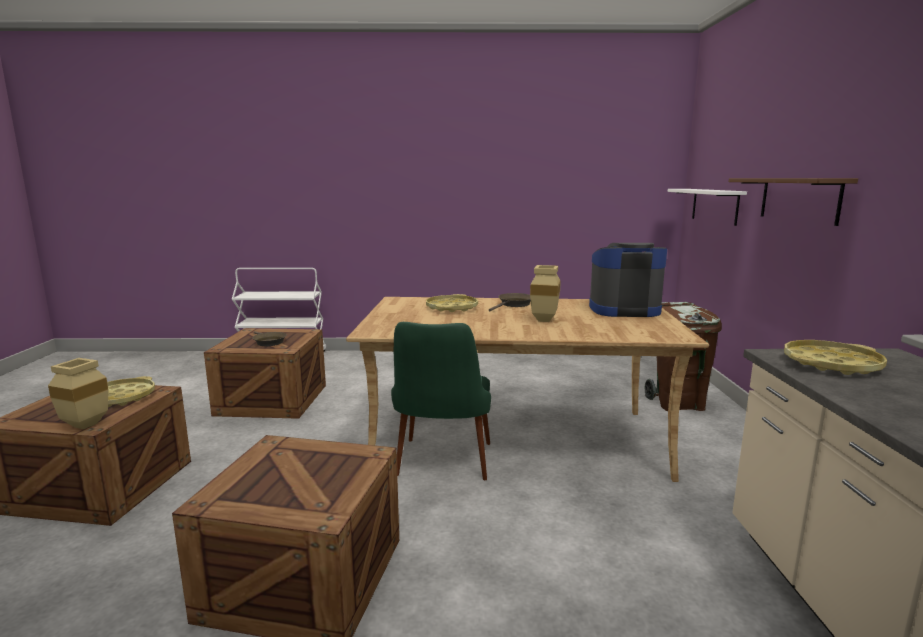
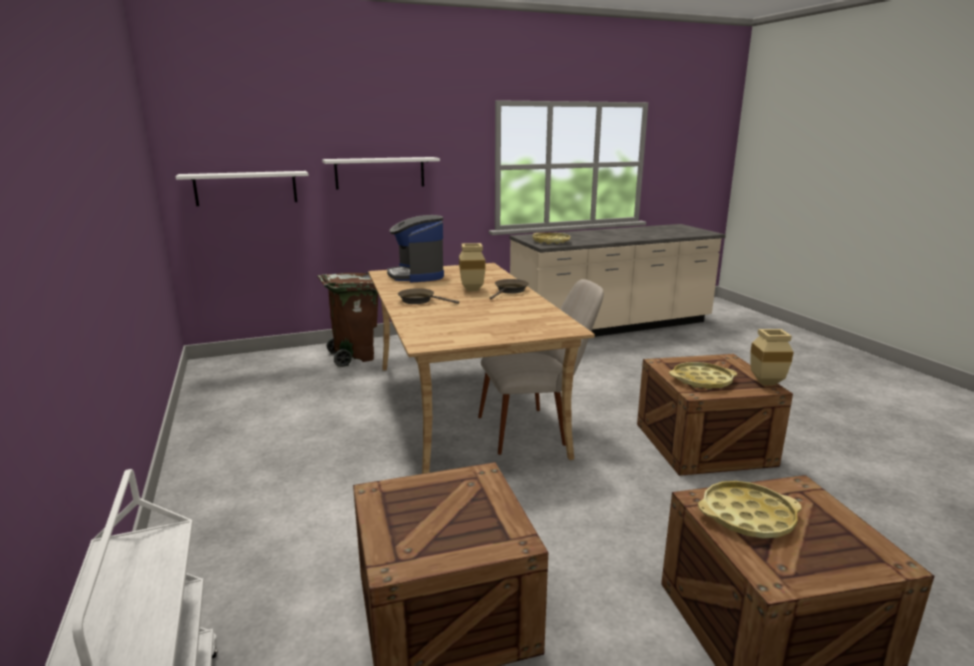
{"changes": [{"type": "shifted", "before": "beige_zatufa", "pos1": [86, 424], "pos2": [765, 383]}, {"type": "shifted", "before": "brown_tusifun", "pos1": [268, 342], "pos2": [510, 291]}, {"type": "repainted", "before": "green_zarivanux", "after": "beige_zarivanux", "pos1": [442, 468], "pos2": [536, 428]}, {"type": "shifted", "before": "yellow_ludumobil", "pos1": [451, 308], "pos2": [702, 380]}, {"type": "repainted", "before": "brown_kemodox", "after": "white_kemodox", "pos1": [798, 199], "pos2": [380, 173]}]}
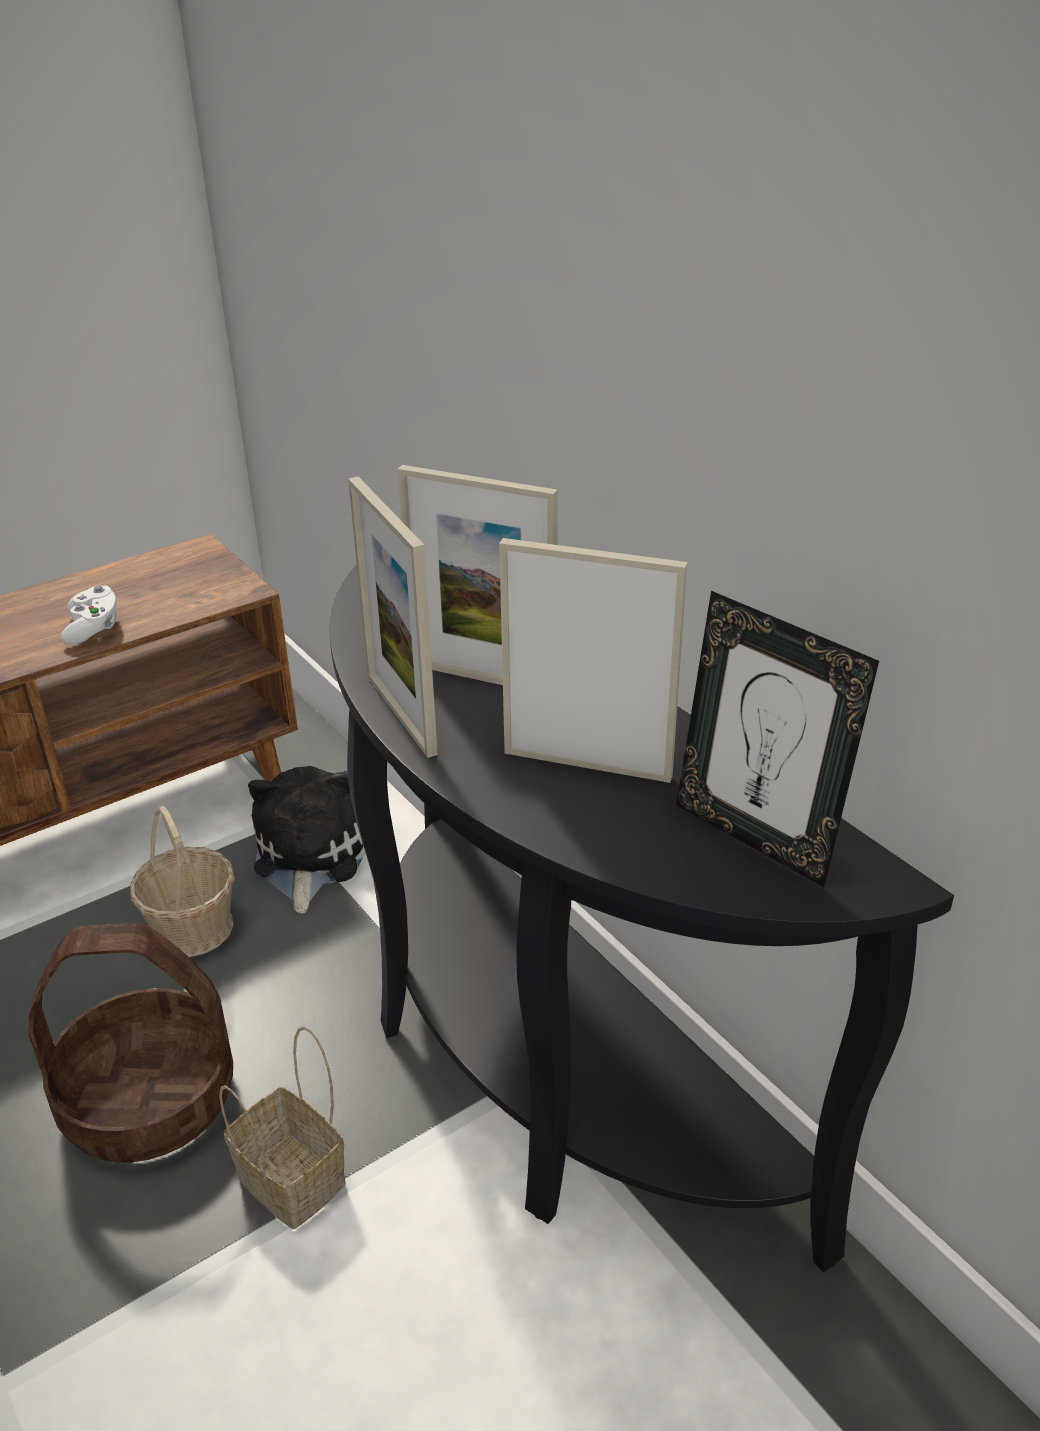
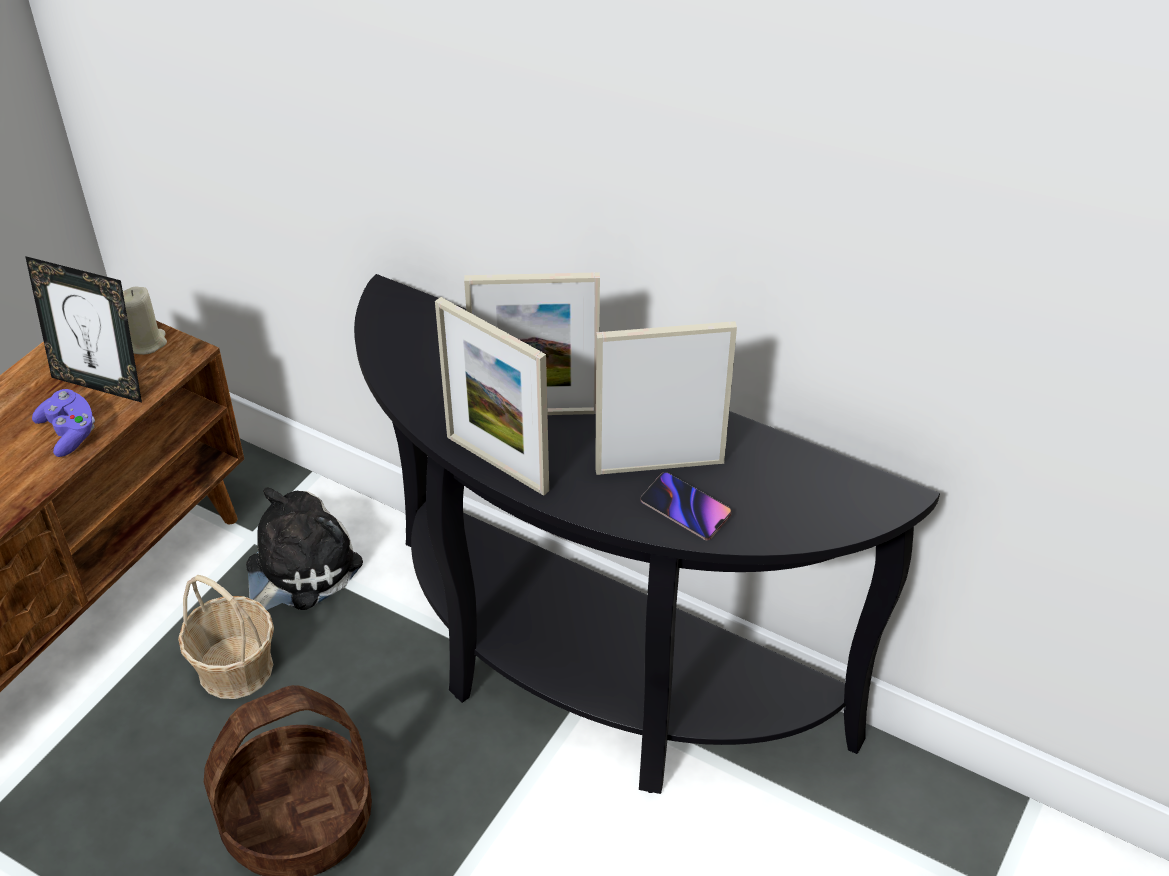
{"changes": [{"type": "repainted", "before": "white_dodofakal", "after": "purple_dodofakal", "pos1": [93, 628], "pos2": [69, 433]}, {"type": "gone", "before": "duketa", "pos1": [295, 1181]}, {"type": "rotated", "before": "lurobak", "pos1": [309, 856], "pos2": [297, 570], "turn": 60}, {"type": "shifted", "before": "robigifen", "pos1": [756, 837], "pos2": [101, 384]}, {"type": "new", "after": "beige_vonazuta", "pos2": [146, 343]}, {"type": "new", "after": "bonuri", "pos2": [685, 509]}]}
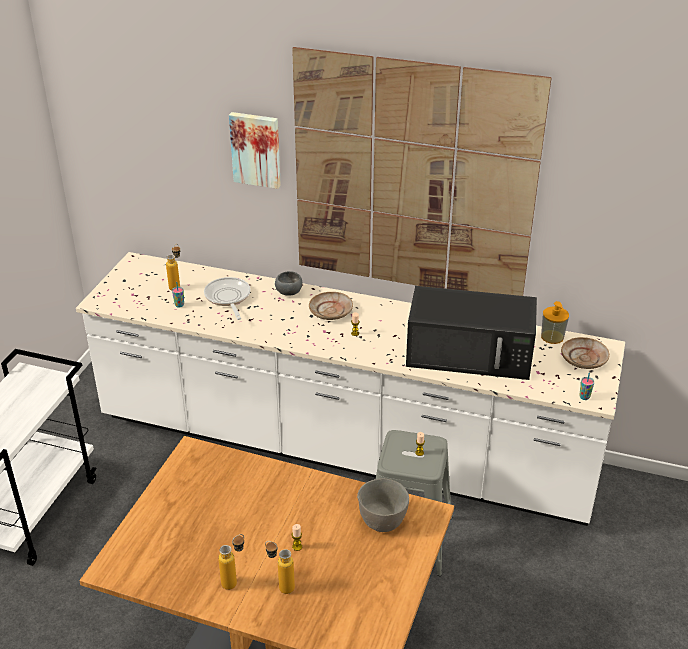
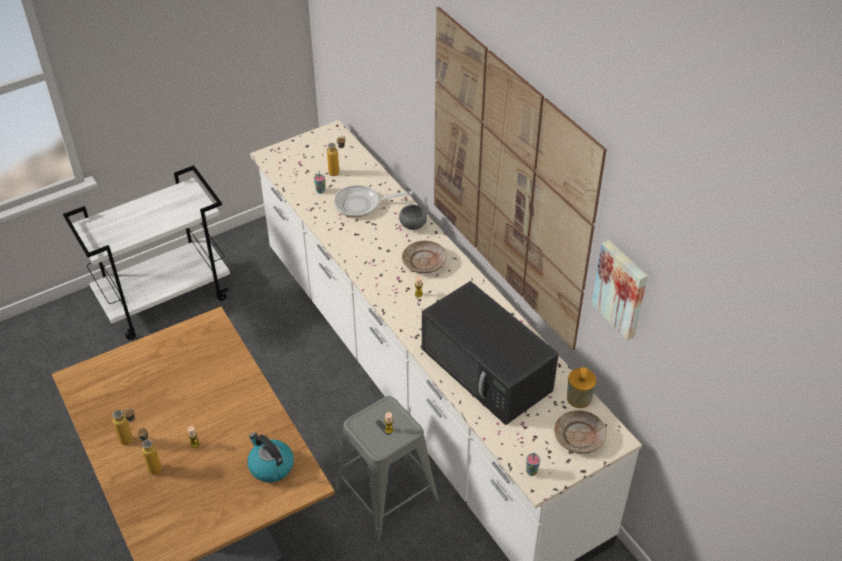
{"changes": [{"type": "rotated", "before": "tusifun", "pos1": [228, 298], "pos2": [361, 204], "turn": -120}, {"type": "shifted", "before": "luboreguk", "pos1": [256, 149], "pos2": [621, 289]}, {"type": "swapped", "before": "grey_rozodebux", "after": "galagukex", "pos1": [383, 521], "pos2": [270, 466]}]}
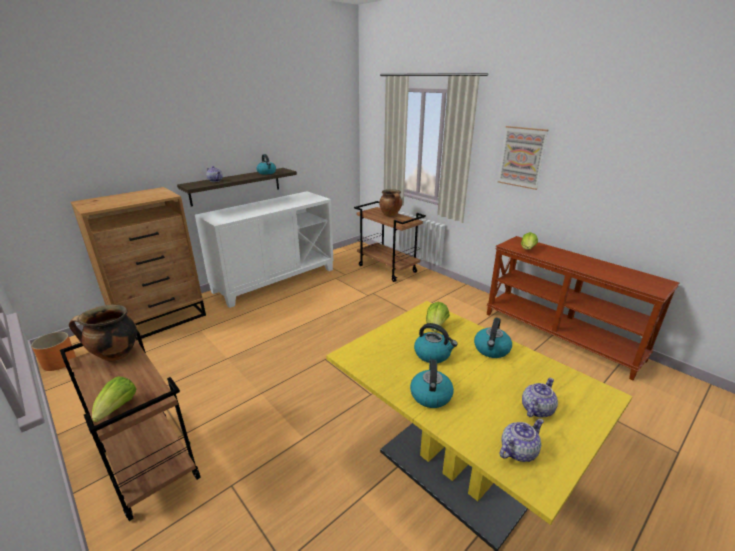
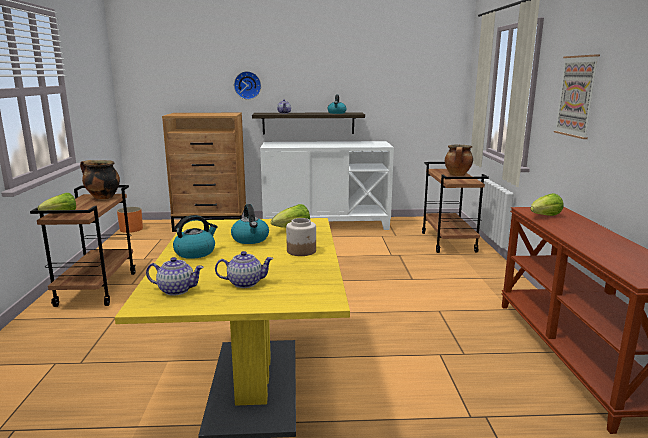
{"changes": [{"type": "swapped", "before": "galagukex", "after": "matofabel", "pos1": [491, 350], "pos2": [301, 251]}, {"type": "new", "after": "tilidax", "pos2": [247, 85]}]}
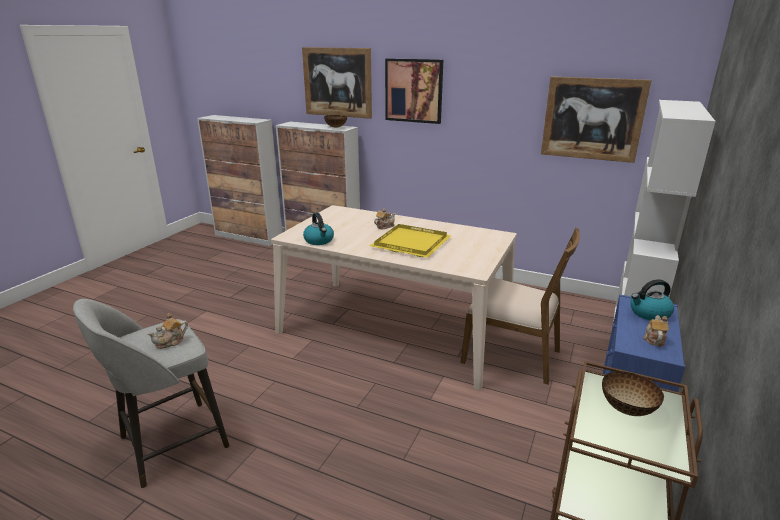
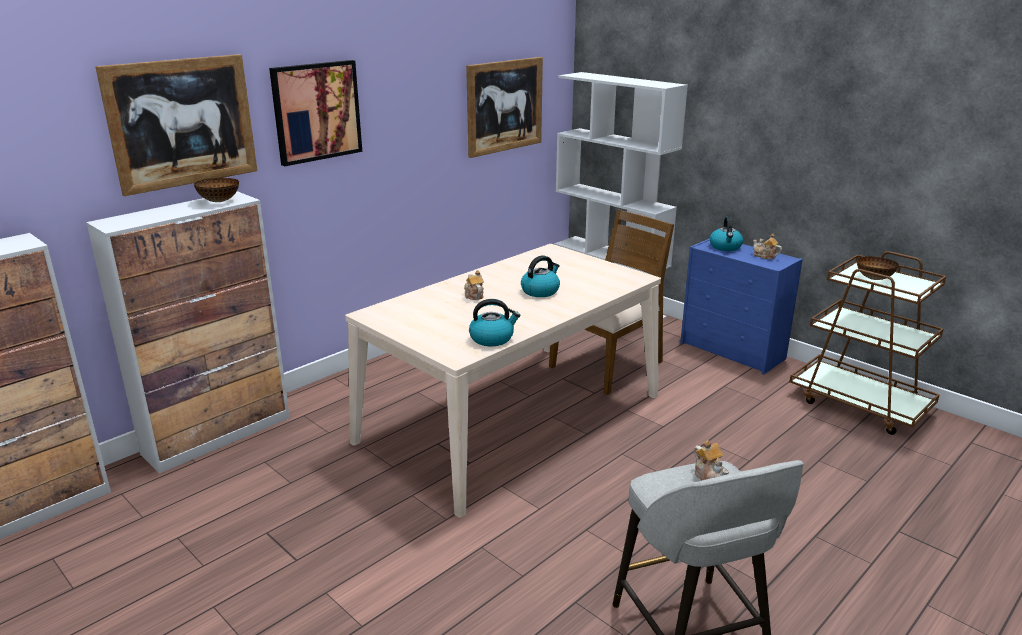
{"changes": [{"type": "swapped", "before": "yellow_ludumobil", "after": "galagukex", "pos1": [410, 242], "pos2": [540, 291]}]}
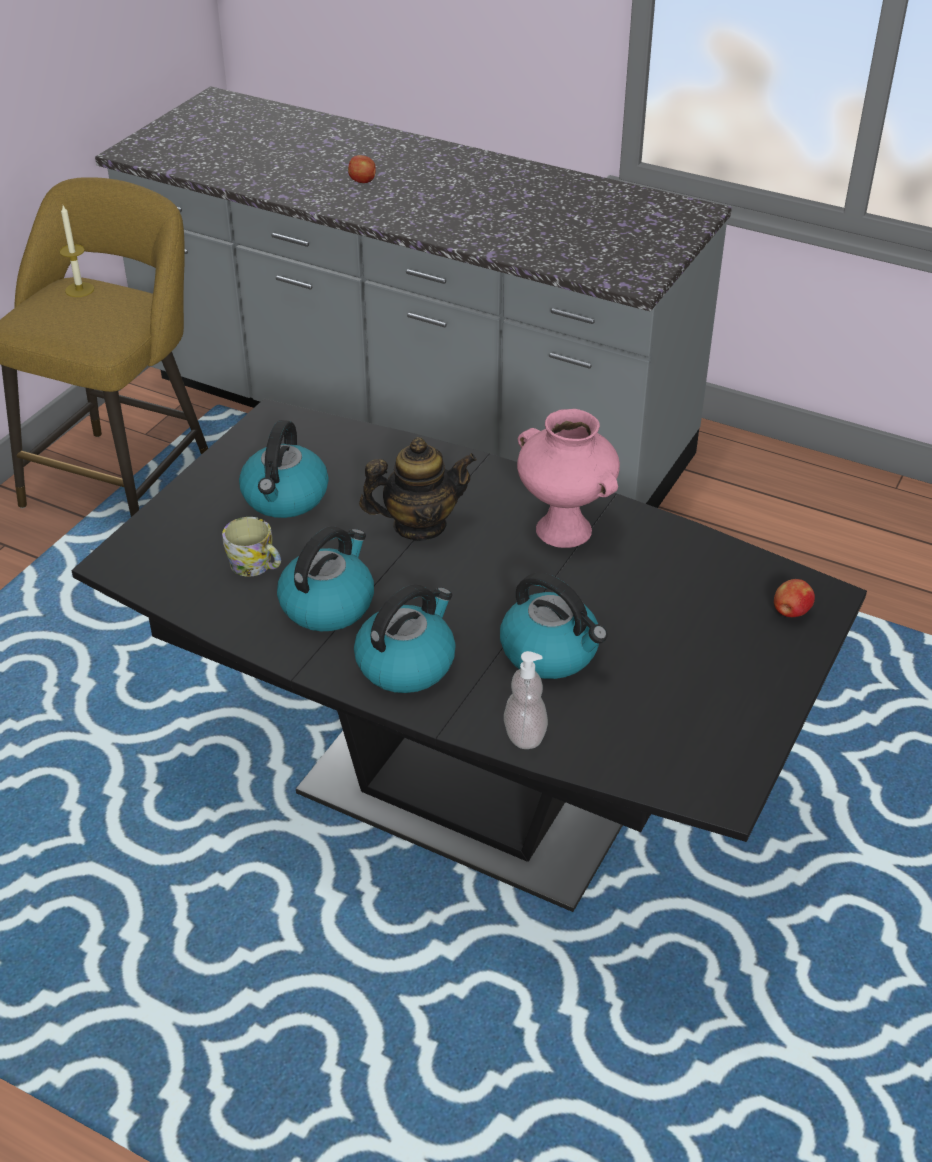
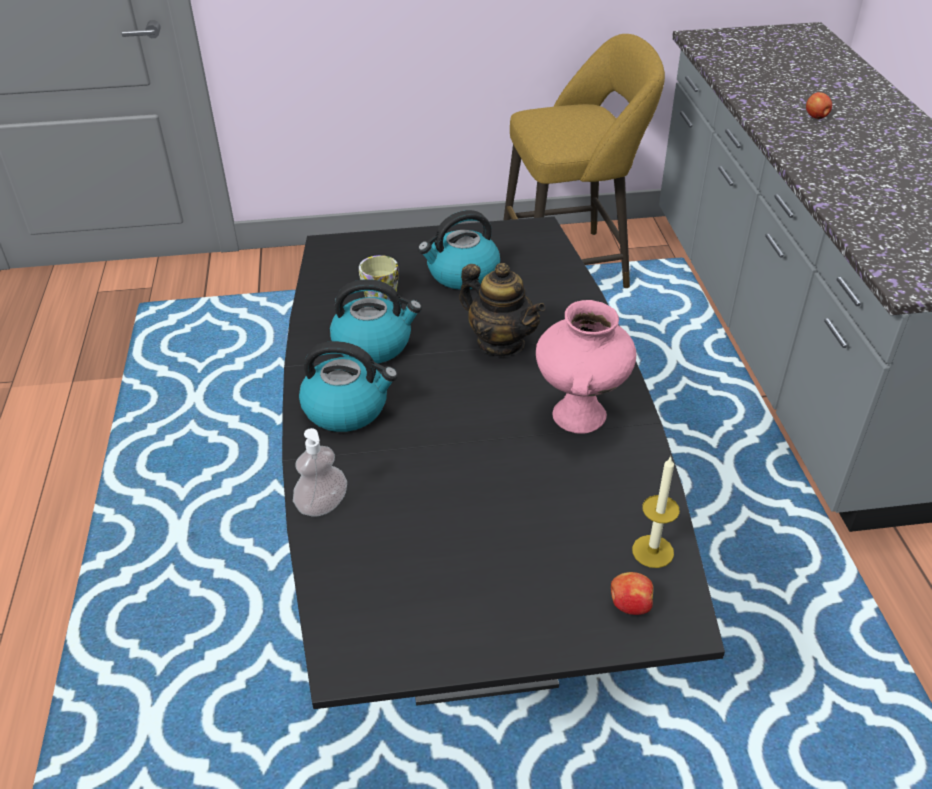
{"changes": [{"type": "shifted", "before": "vonazuta", "pos1": [79, 290], "pos2": [652, 551]}, {"type": "gone", "before": "galagukex", "pos1": [551, 652]}]}
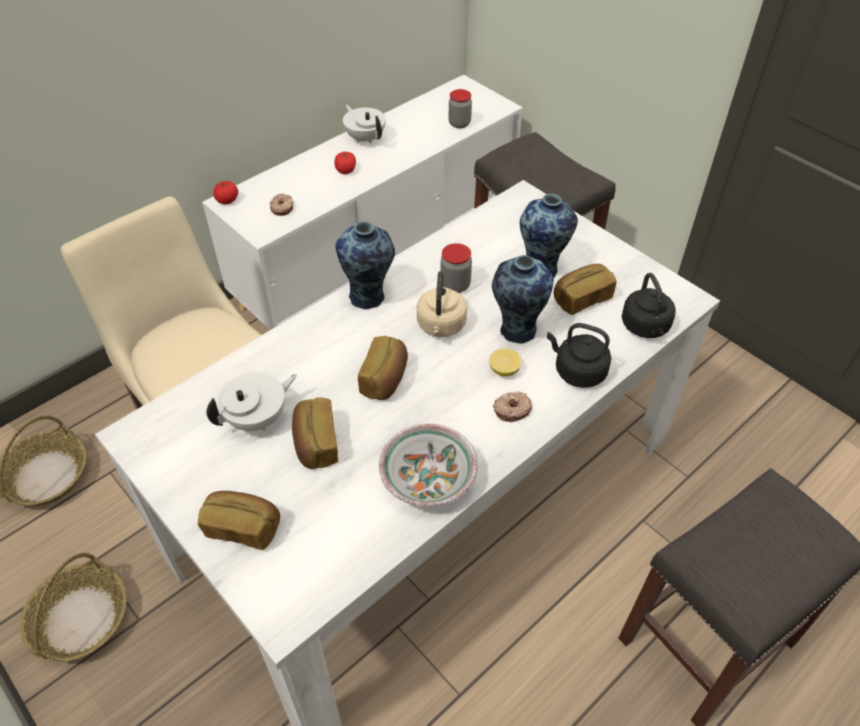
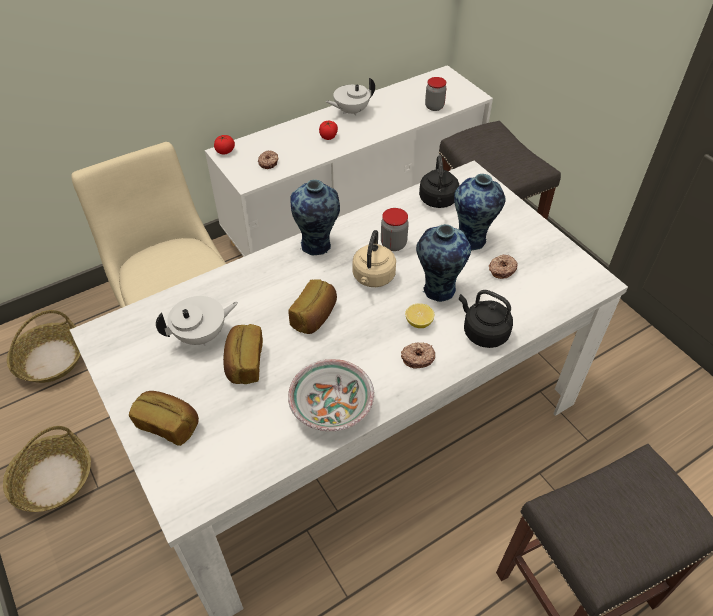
{"changes": [{"type": "rotated", "before": "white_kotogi", "pos1": [365, 138], "pos2": [351, 111], "turn": -90}, {"type": "swapped", "before": "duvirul", "after": "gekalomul", "pos1": [581, 299], "pos2": [501, 269]}, {"type": "shifted", "before": "black_galagukex", "pos1": [646, 327], "pos2": [438, 201]}]}
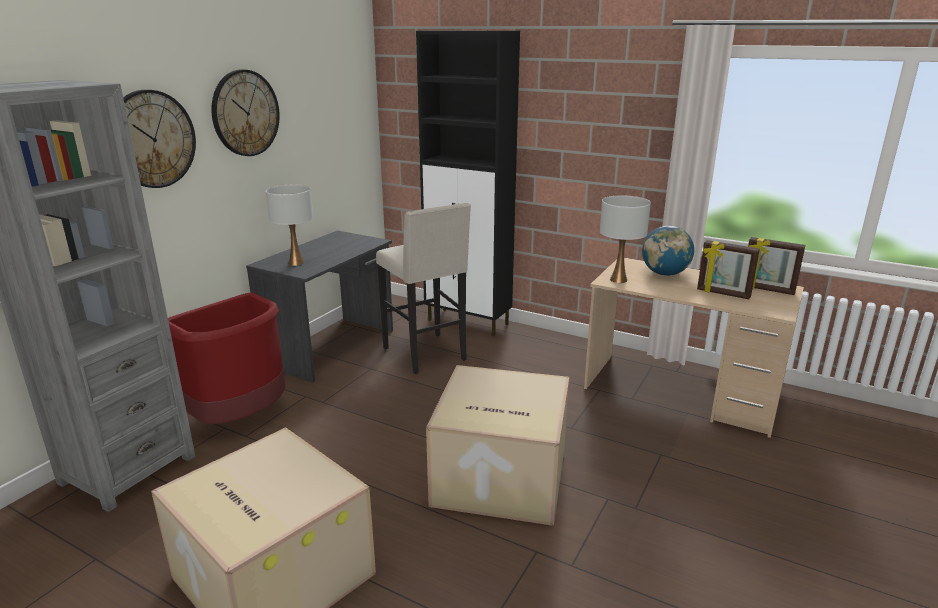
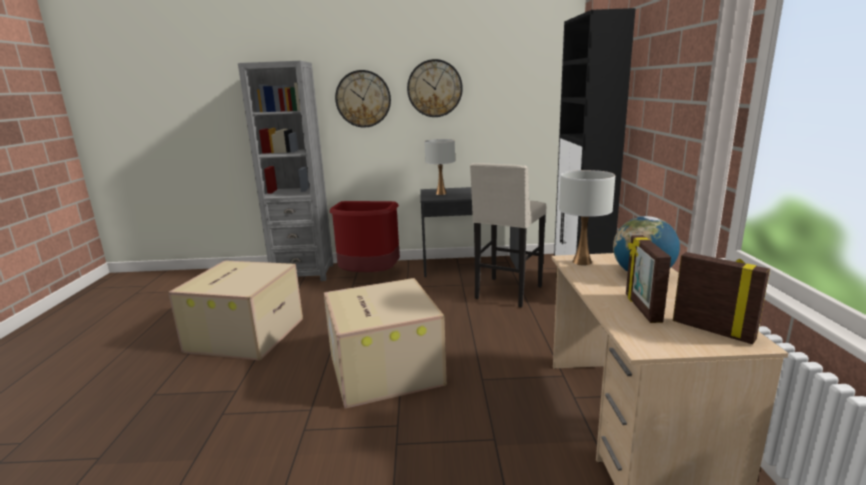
{"changes": [{"type": "rotated", "before": "robigifen", "pos1": [767, 290], "pos2": [713, 330], "turn": 135}]}
